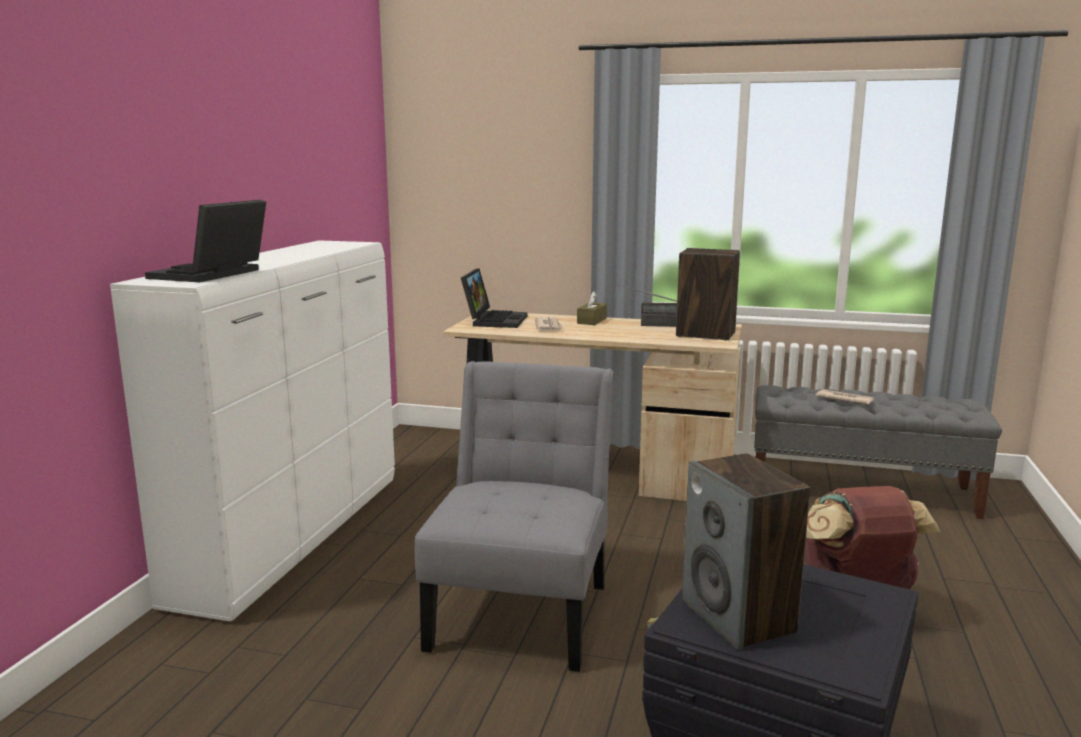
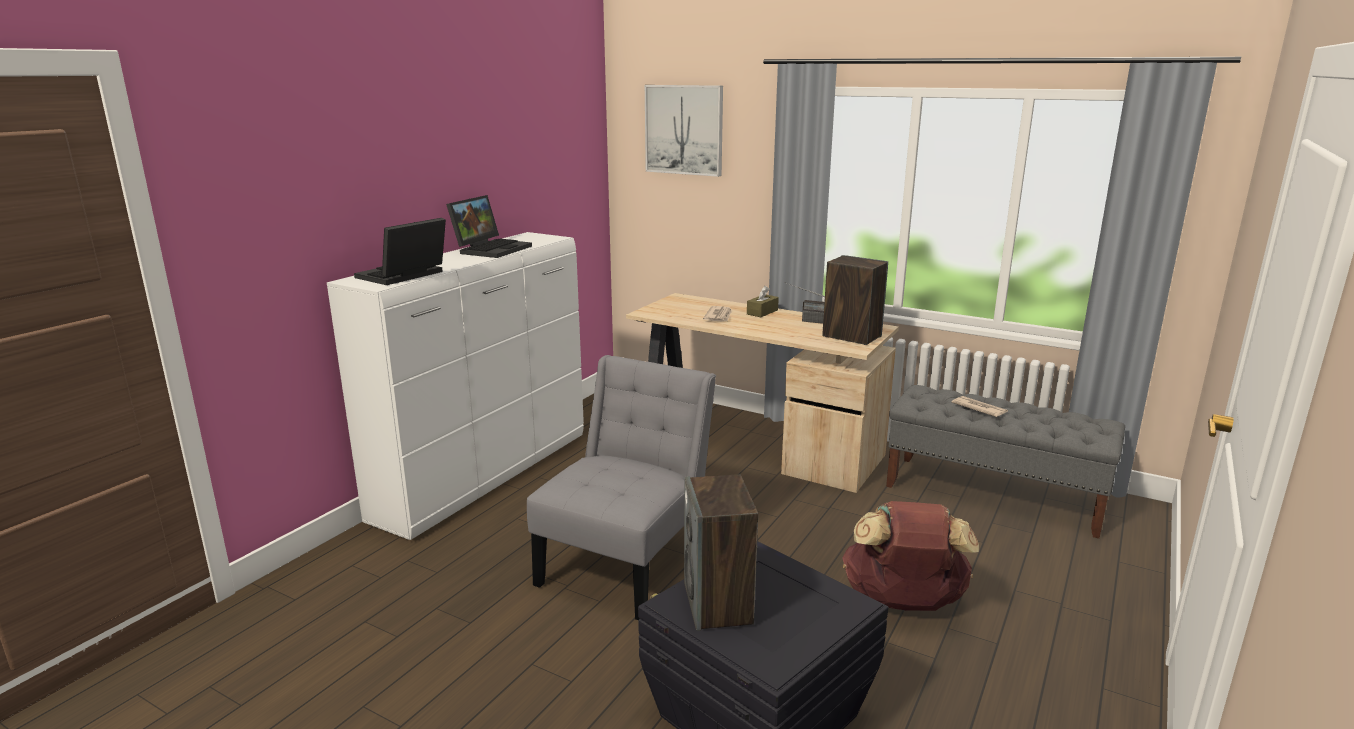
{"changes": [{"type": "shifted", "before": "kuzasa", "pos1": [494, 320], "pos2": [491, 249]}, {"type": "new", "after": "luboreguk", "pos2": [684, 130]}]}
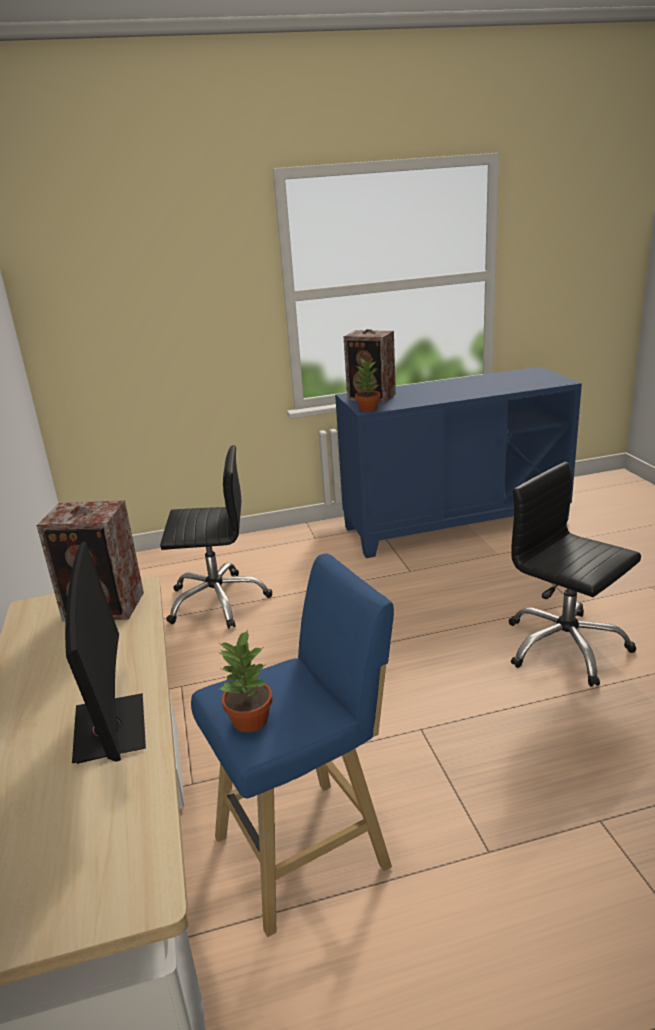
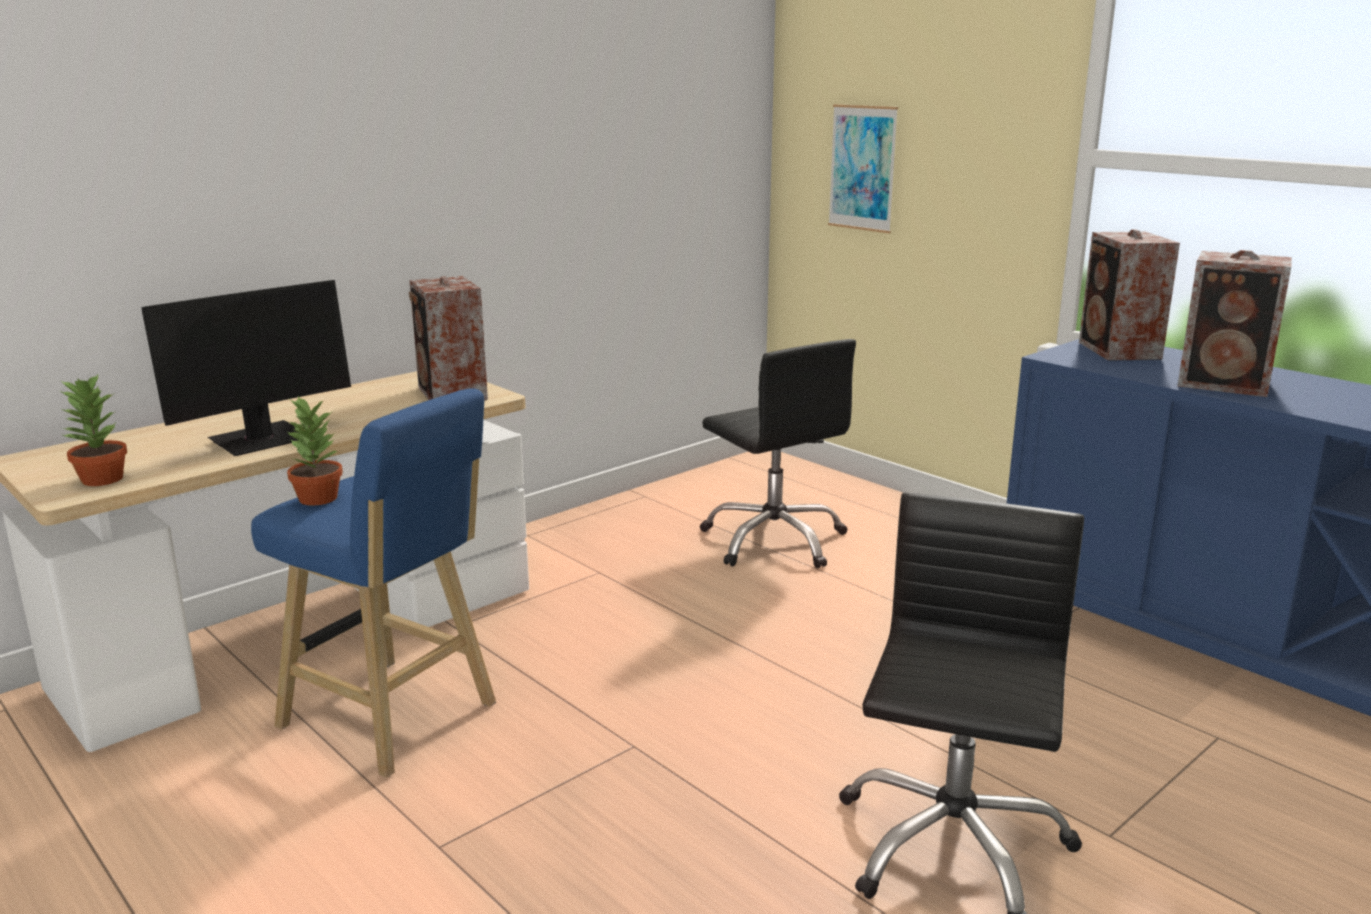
{"changes": [{"type": "shifted", "before": "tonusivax", "pos1": [368, 409], "pos2": [101, 479]}, {"type": "new", "after": "luboreguk", "pos2": [862, 168]}, {"type": "new", "after": "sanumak", "pos2": [1226, 384]}]}
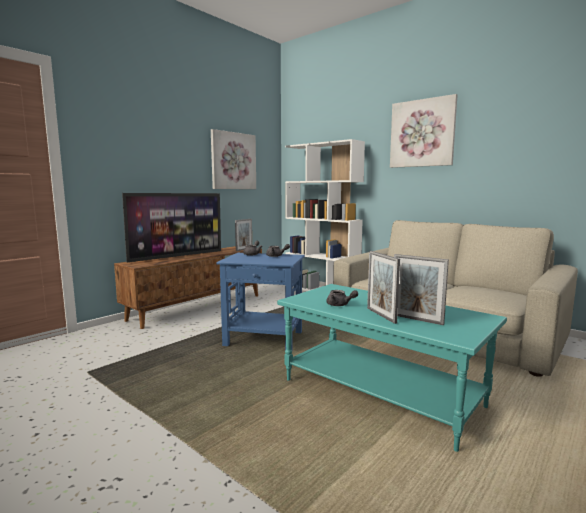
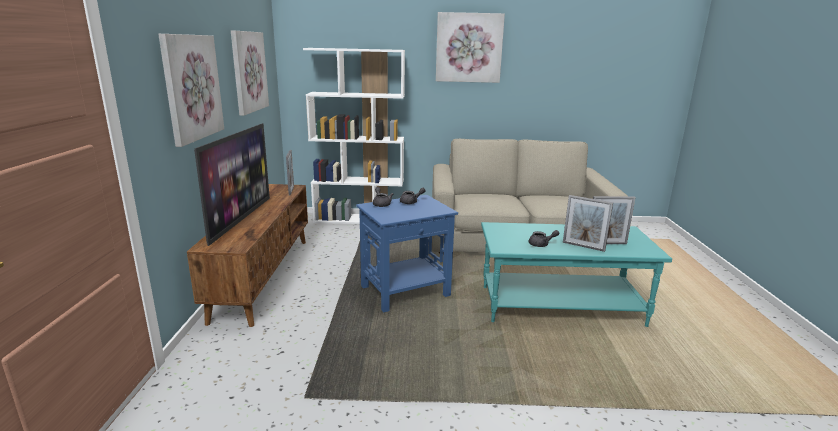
{"changes": [{"type": "new", "after": "luboreguk", "pos2": [191, 87]}]}
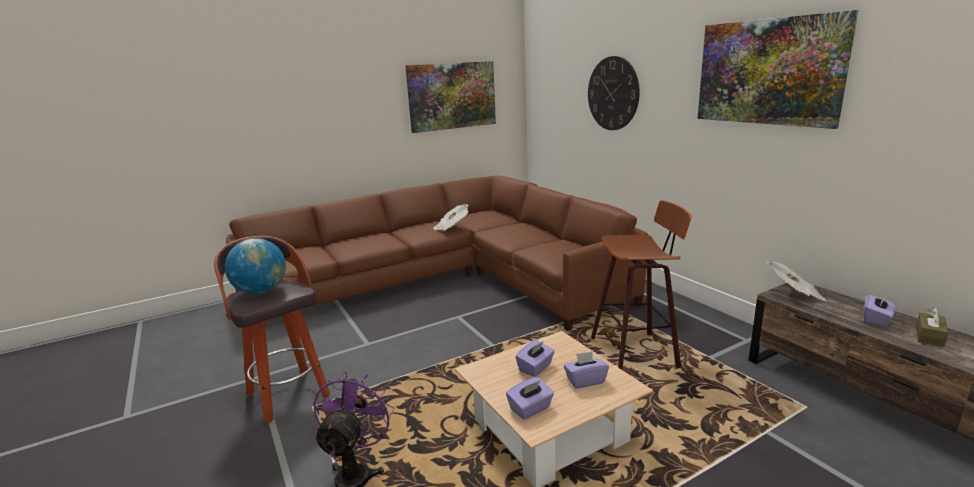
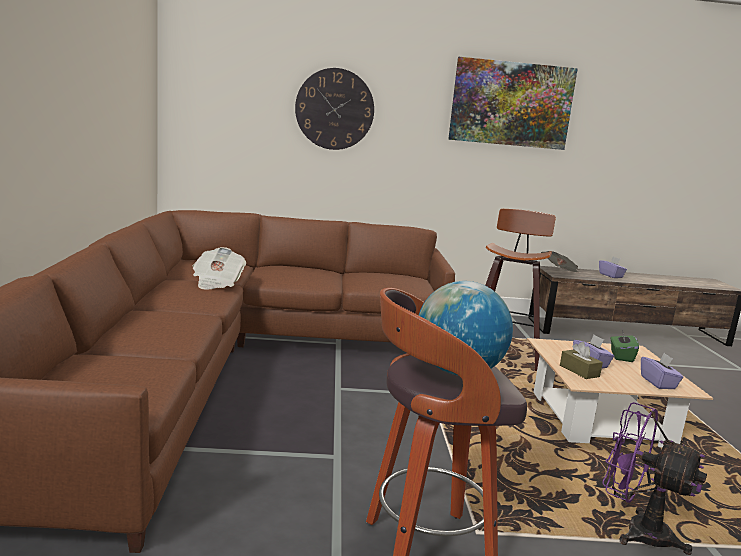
{"changes": [{"type": "gone", "before": "luboreguk", "pos1": [452, 96]}, {"type": "repainted", "before": "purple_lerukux", "after": "green_lerukux", "pos1": [585, 381], "pos2": [621, 356]}, {"type": "shifted", "before": "brown_lerukux", "pos1": [929, 336], "pos2": [579, 371]}]}
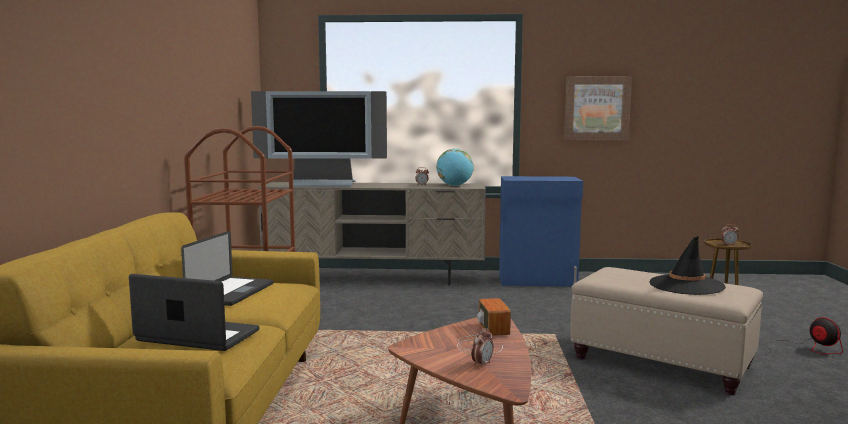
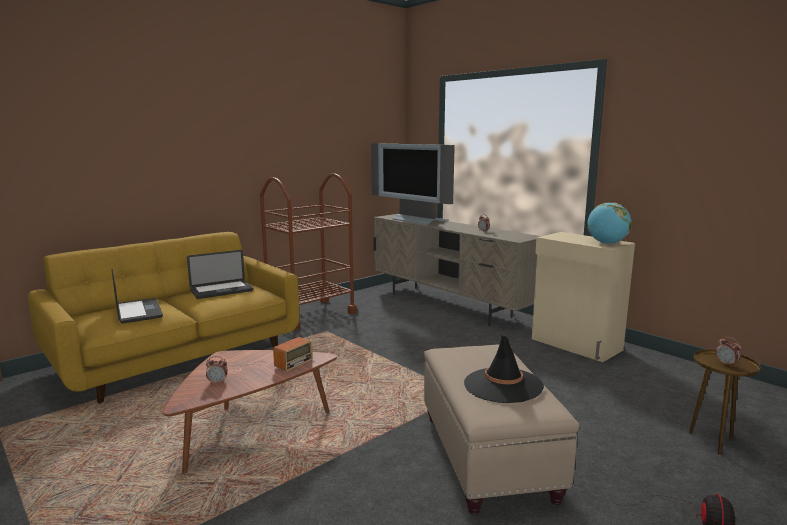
{"changes": [{"type": "shifted", "before": "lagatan", "pos1": [454, 185], "pos2": [607, 243]}, {"type": "repainted", "before": "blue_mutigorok", "after": "beige_mutigorok", "pos1": [538, 281], "pos2": [576, 345]}, {"type": "gone", "before": "luboreguk", "pos1": [597, 108]}]}
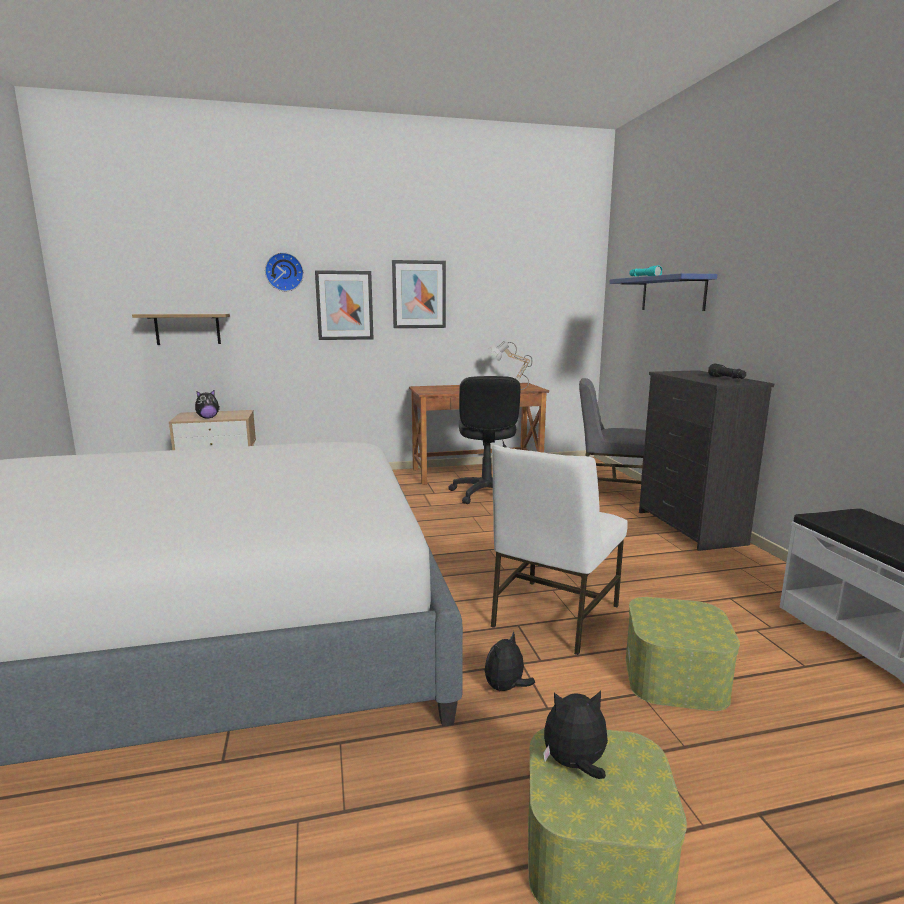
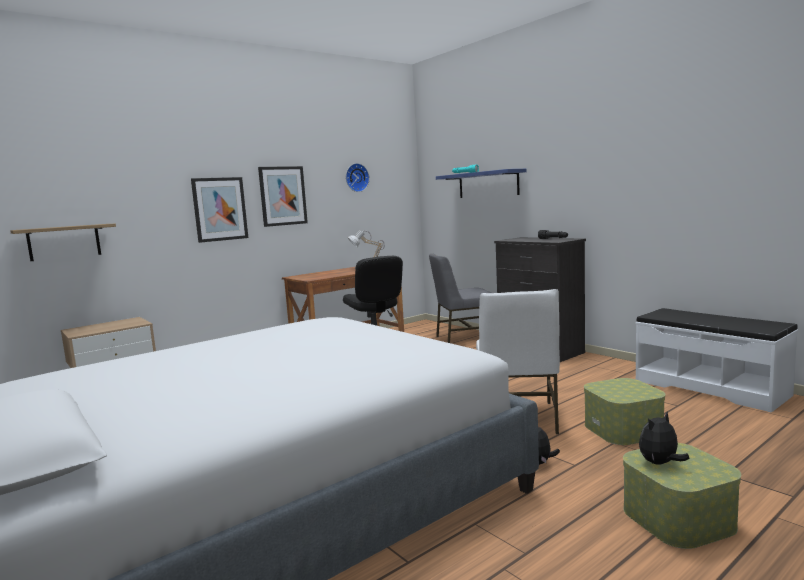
{"changes": [{"type": "gone", "before": "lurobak", "pos1": [208, 418]}, {"type": "shifted", "before": "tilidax", "pos1": [284, 272], "pos2": [356, 177]}]}
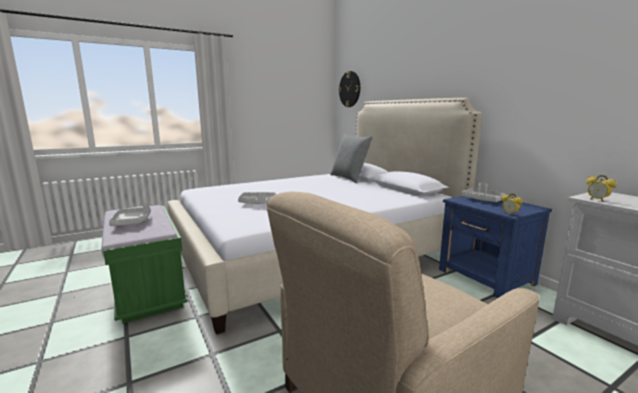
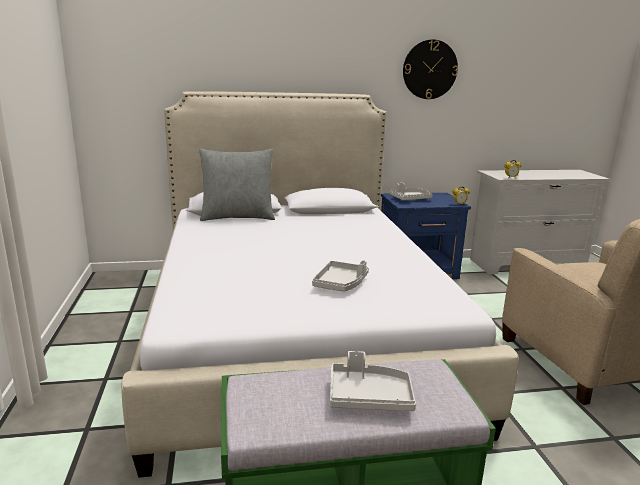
{"changes": [{"type": "shifted", "before": "tilidax", "pos1": [349, 89], "pos2": [430, 69]}]}
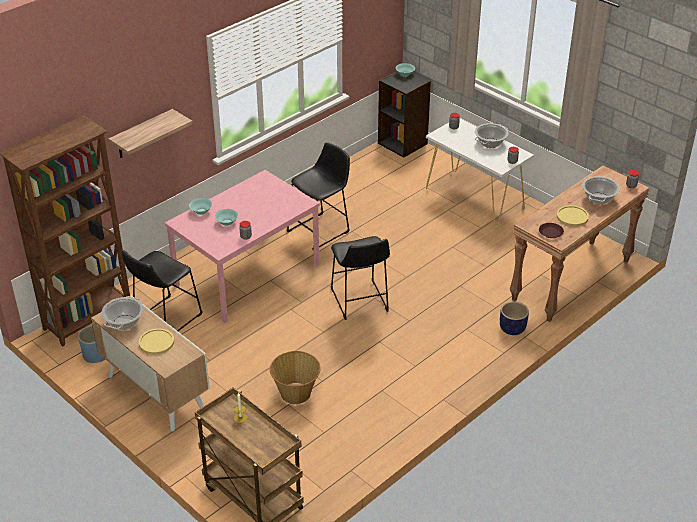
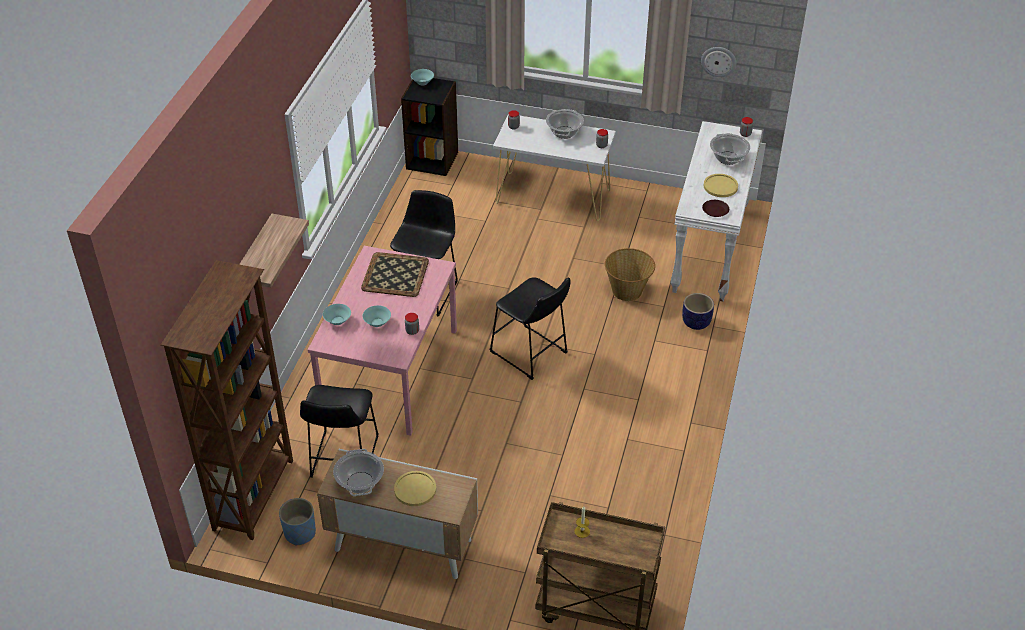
{"changes": [{"type": "shifted", "before": "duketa", "pos1": [296, 393], "pos2": [627, 291]}, {"type": "repainted", "before": "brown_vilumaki", "after": "white_vilumaki", "pos1": [571, 281], "pos2": [710, 250]}, {"type": "new", "after": "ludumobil", "pos2": [395, 275]}, {"type": "new", "after": "tilidax", "pos2": [718, 61]}]}
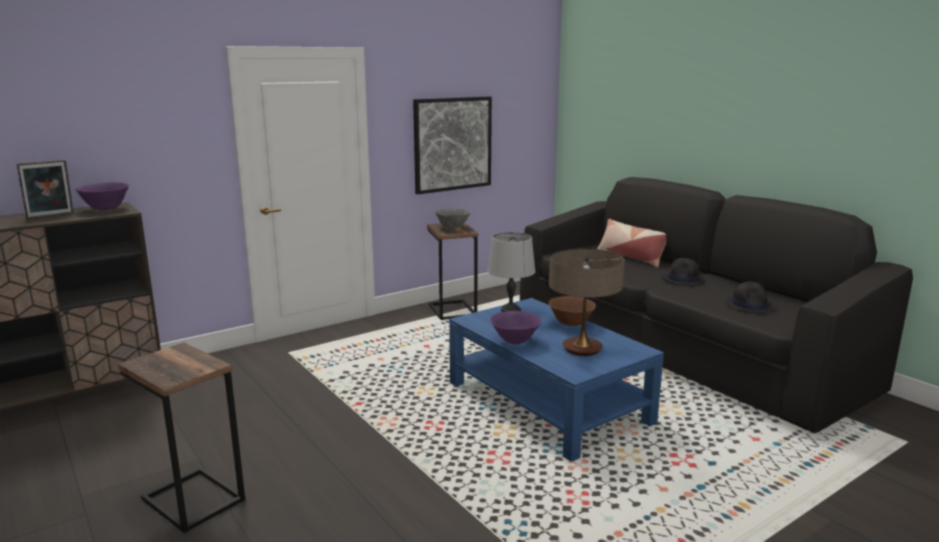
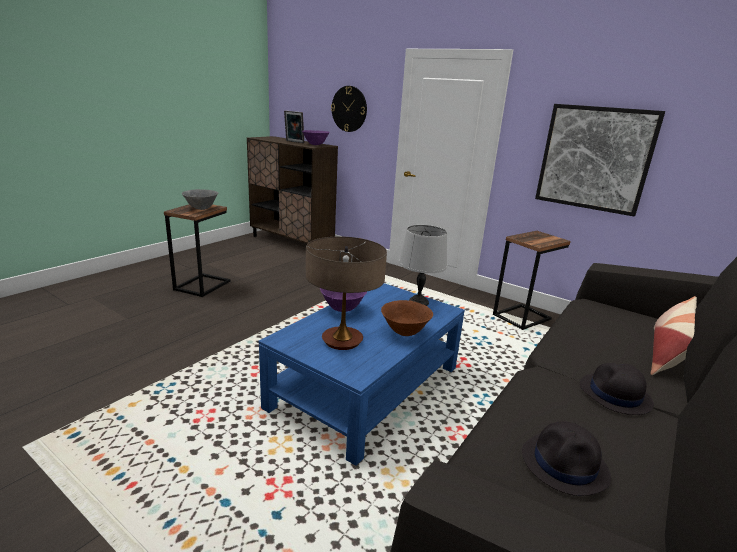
{"changes": [{"type": "shifted", "before": "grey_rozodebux", "pos1": [452, 228], "pos2": [201, 209]}, {"type": "new", "after": "tilidax", "pos2": [349, 109]}]}
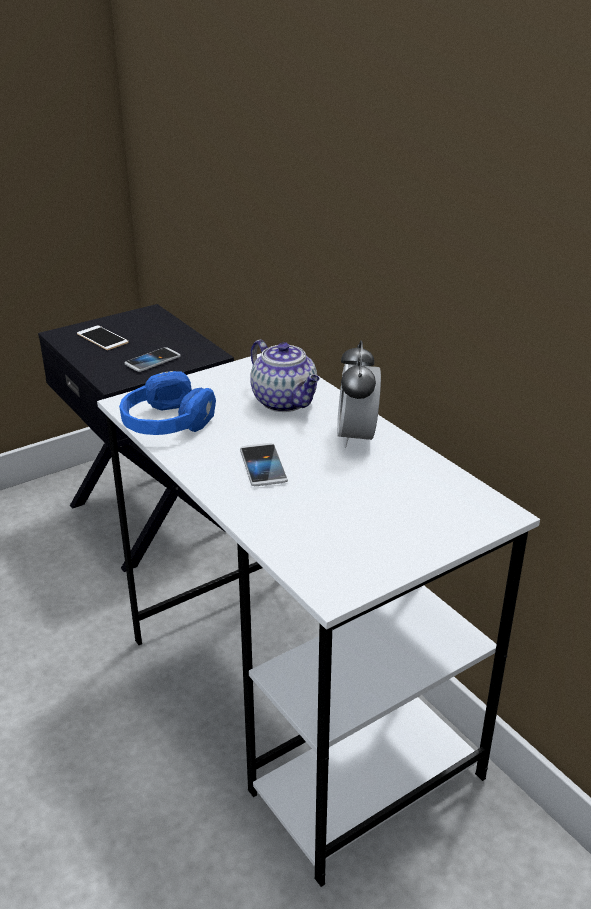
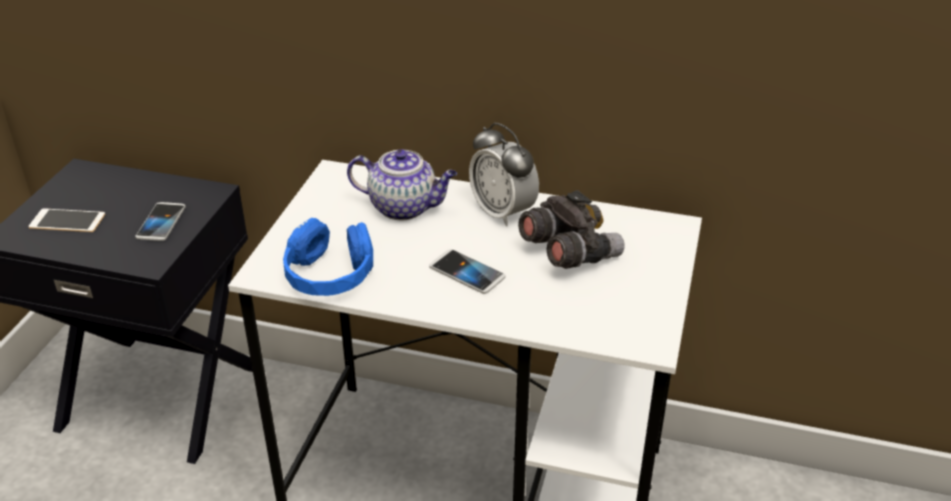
{"changes": [{"type": "new", "after": "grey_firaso", "pos2": [568, 253]}]}
